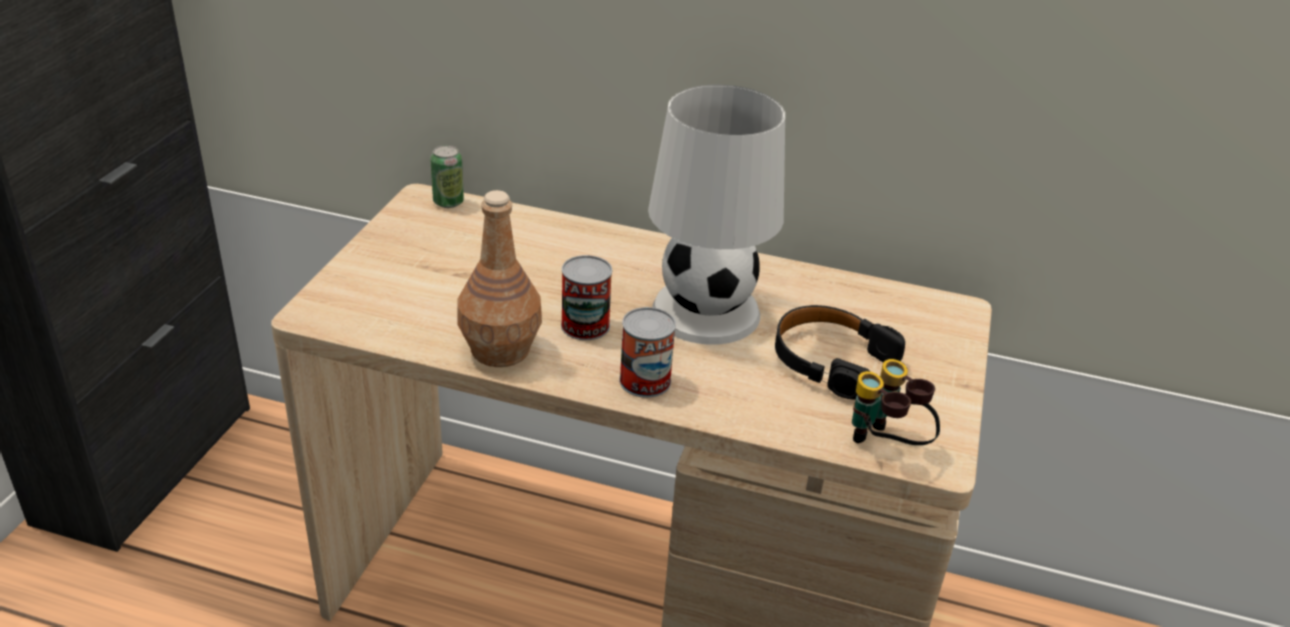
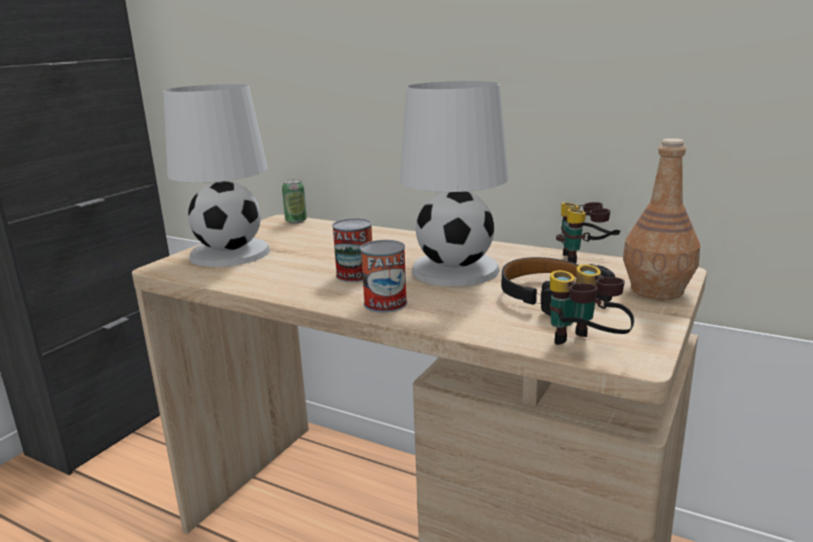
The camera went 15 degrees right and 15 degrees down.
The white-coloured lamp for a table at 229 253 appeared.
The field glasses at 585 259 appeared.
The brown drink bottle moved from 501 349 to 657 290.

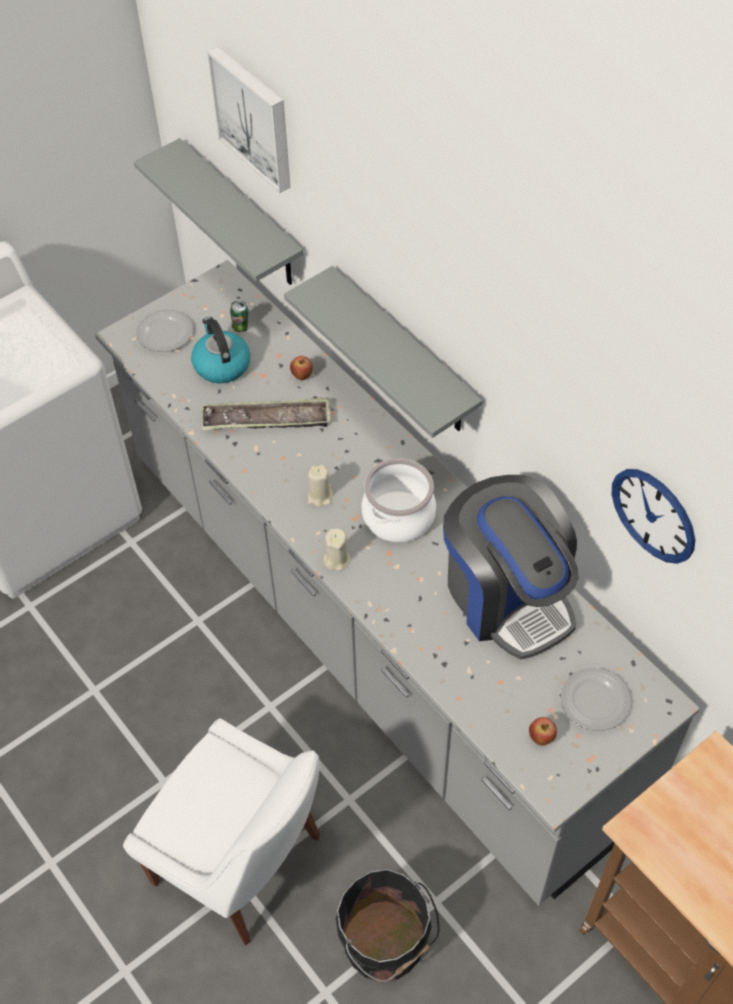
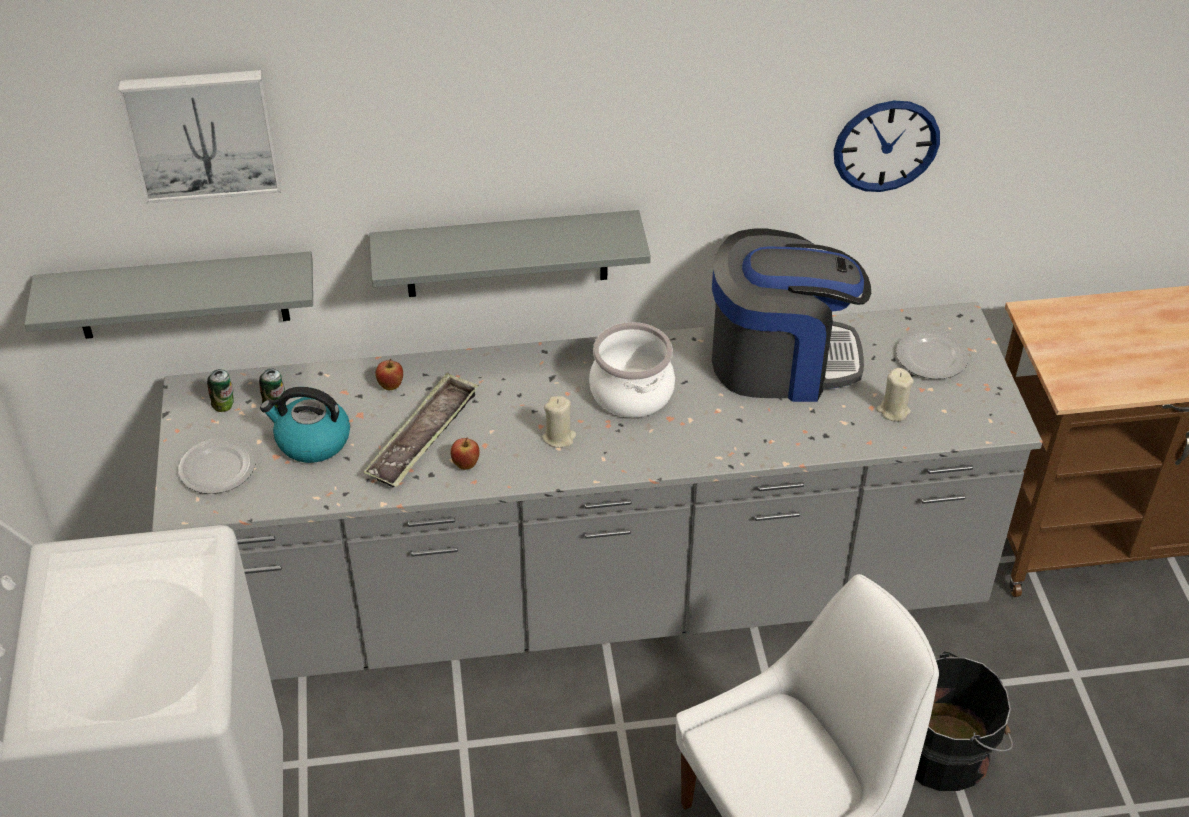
The camera went 60 degrees left and 10 degrees down.
The sealed can at 224 405 appeared.
The beige-coloured wax candle moved from 336 559 to 893 411.
The whole apple moved from 541 738 to 466 465.

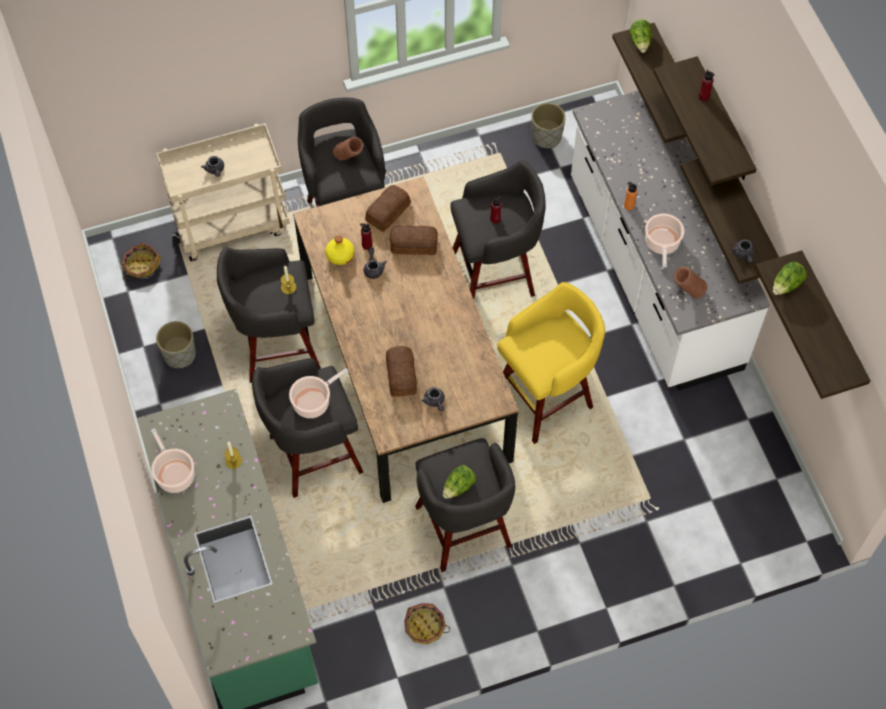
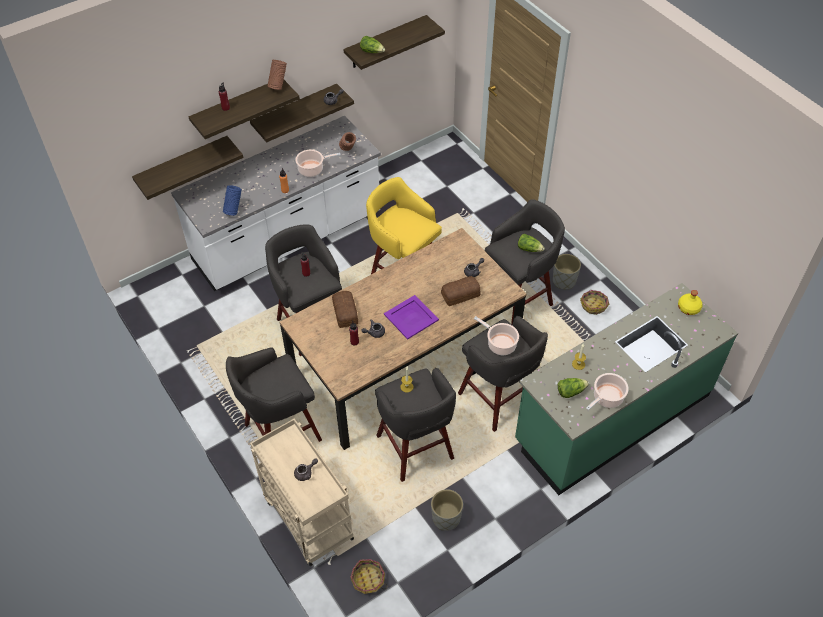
The camera went 105 degrees left and 10 degrees down.
The baked bread at 386 212 disappeared.
The bluish vase at 234 210 appeared.
The purple-coloured carrying tray at 410 317 appeared.
The yellowish drink bottle moved from 340 255 to 688 308.
The brown vase moved from 349 159 to 278 86.
The gray plant pot moved from 546 137 to 564 281.
The lettuce head moved from 640 42 to 570 391.

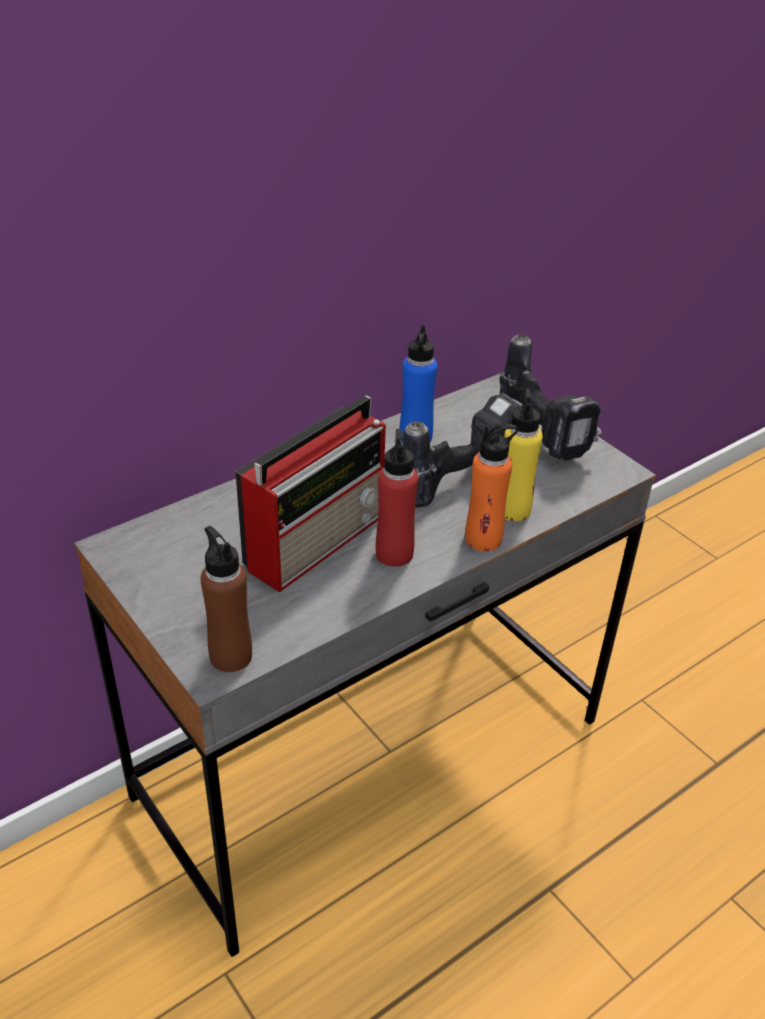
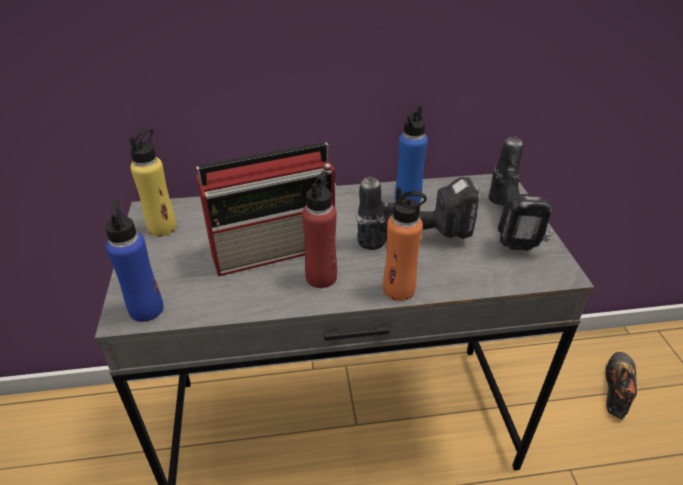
The camera went 30 degrees right and 0 degrees up.
The item of footwear at 618 389 appeared.
The yellowish drink bottle moved from 513 509 to 162 227.
The brown drink bottle at 231 656 became the bluish drink bottle at 146 309.

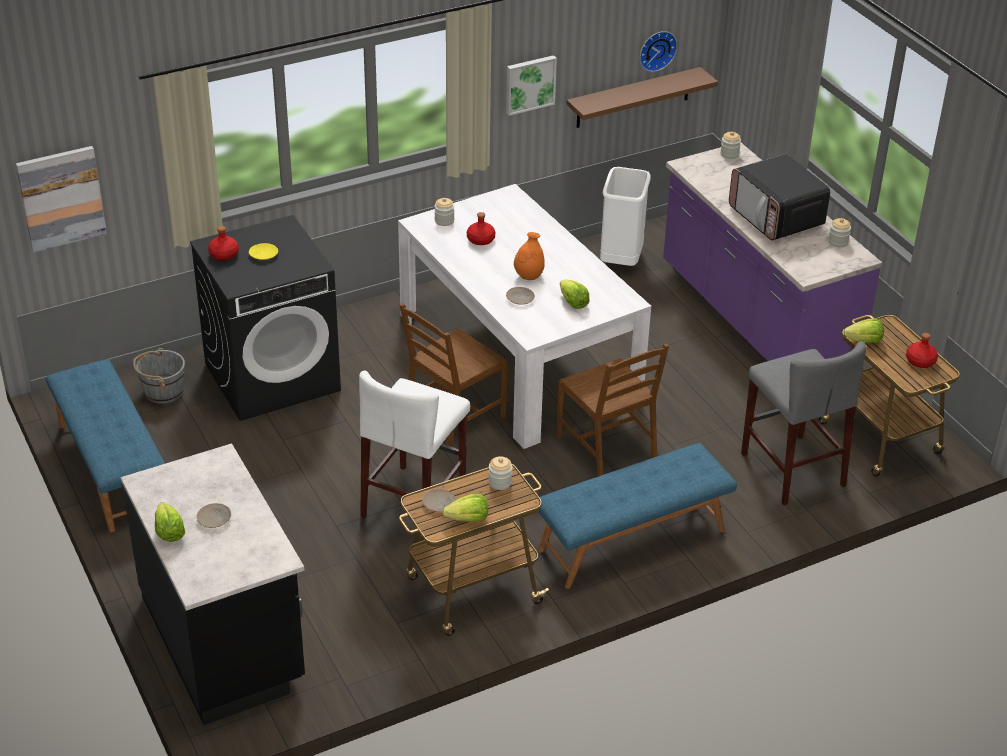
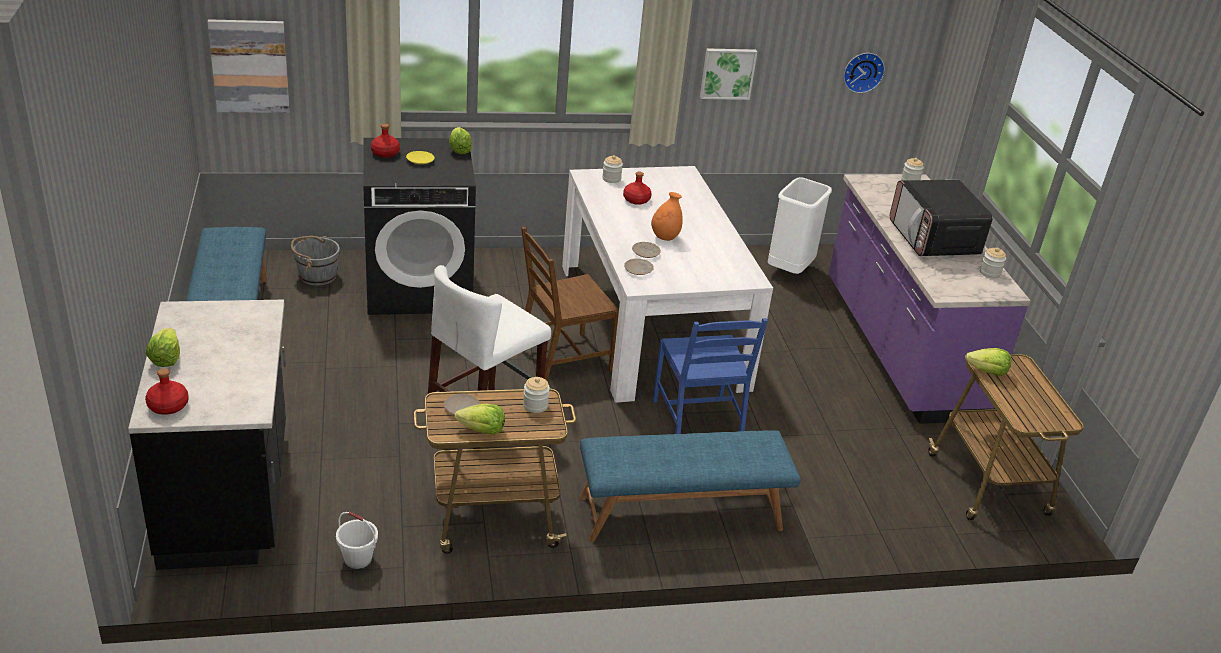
The camera went 15 degrees right and 5 degrees down.
The brown wall shelf at 633 98 disappeared.
The gray sitting stool at 792 469 disappeared.
The white-coloured water bucket at 358 558 appeared.
The beige-coloured plate moved from 214 519 to 638 270.
The lettuce head moved from 573 303 to 459 149.
The reddish drink bottle moved from 920 361 to 167 406.
The brown plain chair at 608 448 became the bluish plain chair at 698 422.

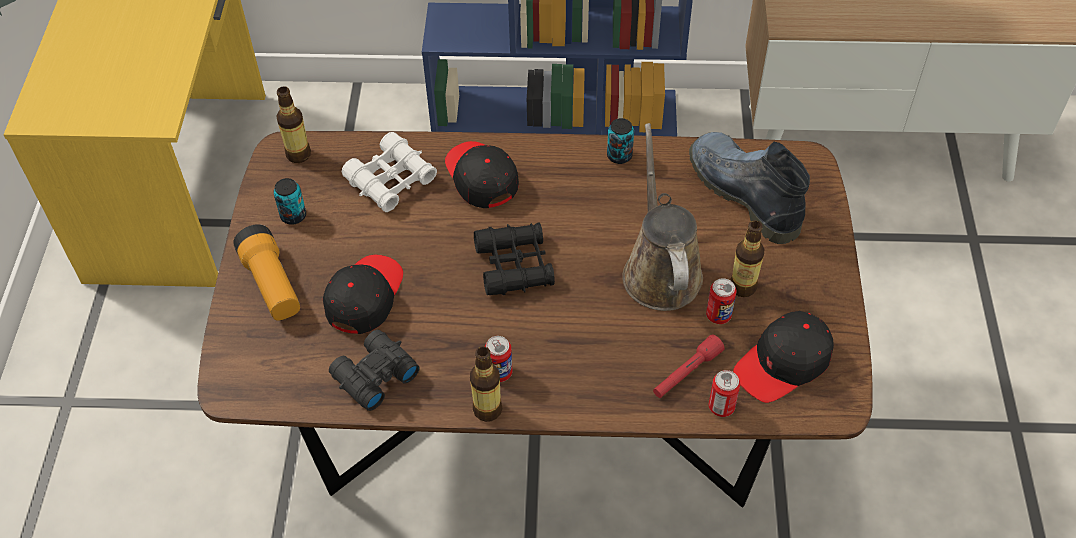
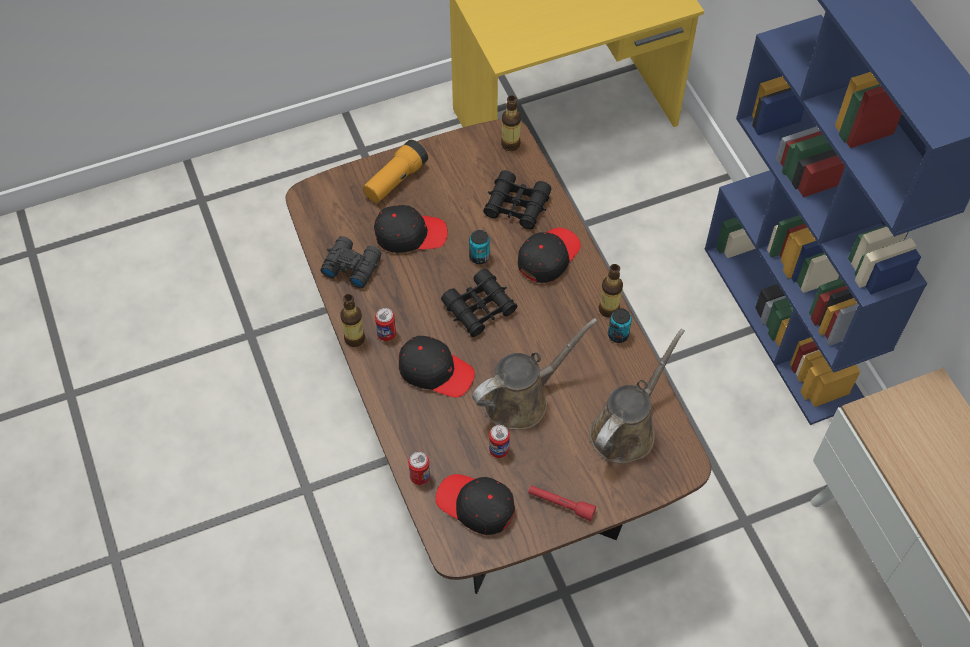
The camera went 65 degrees right and 5 degrees up.
The blackish peaked cap at 435 371 appeared.
The sealed can moved from 293 216 to 479 257.
The reddish hand torch moved from 686 373 to 561 504.
The drink bottle moved from 743 287 to 608 309.
The high-top boot at 742 192 was replaced by the brown watering can at 626 429.
The white-coloured field glasses at 391 180 became the blackish field glasses at 517 206.

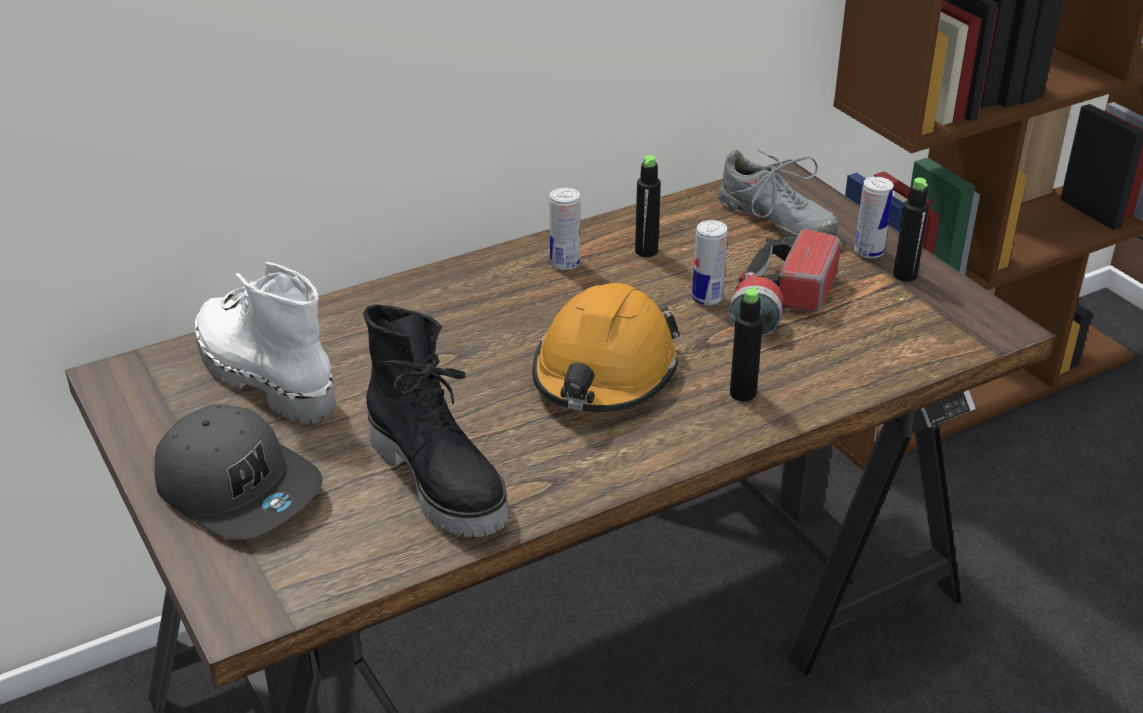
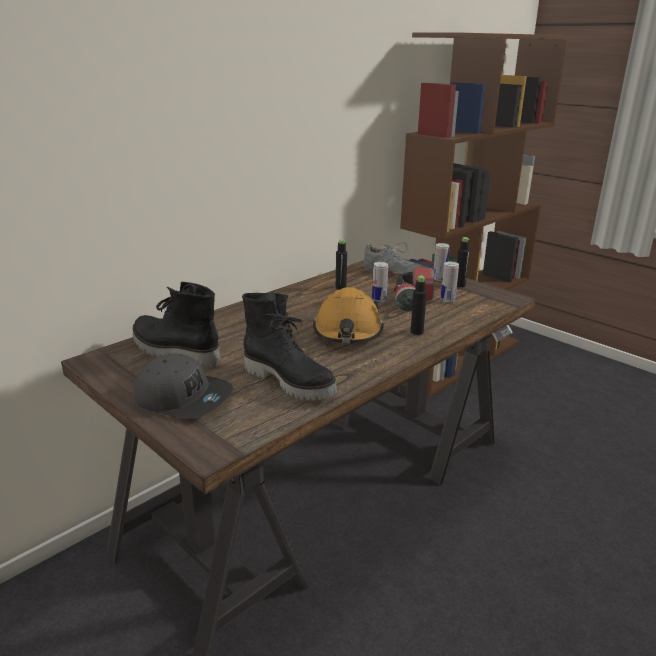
The camera went 15 degrees left and 10 degrees down.
The sealed can moved from 565 264 to 447 300.
The white-coloured high-top boot at 261 378 became the blackish high-top boot at 174 352.

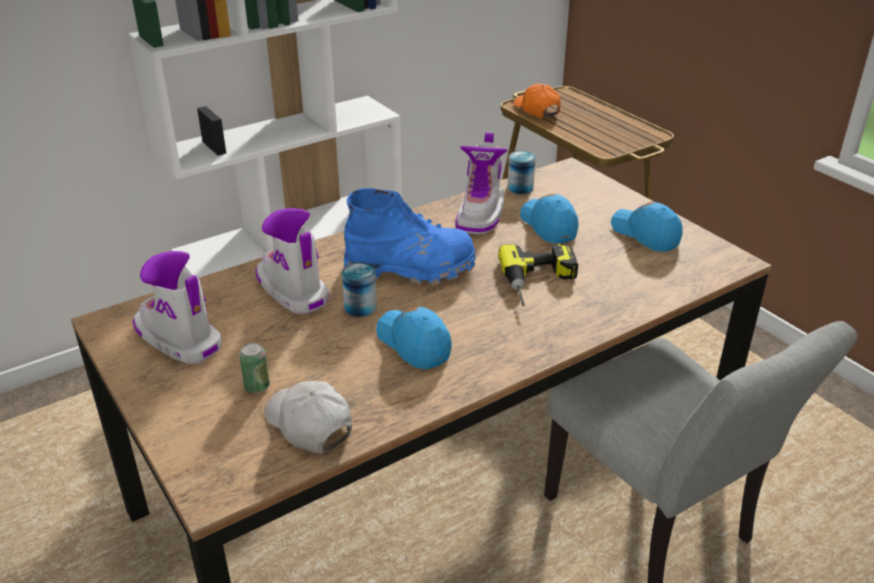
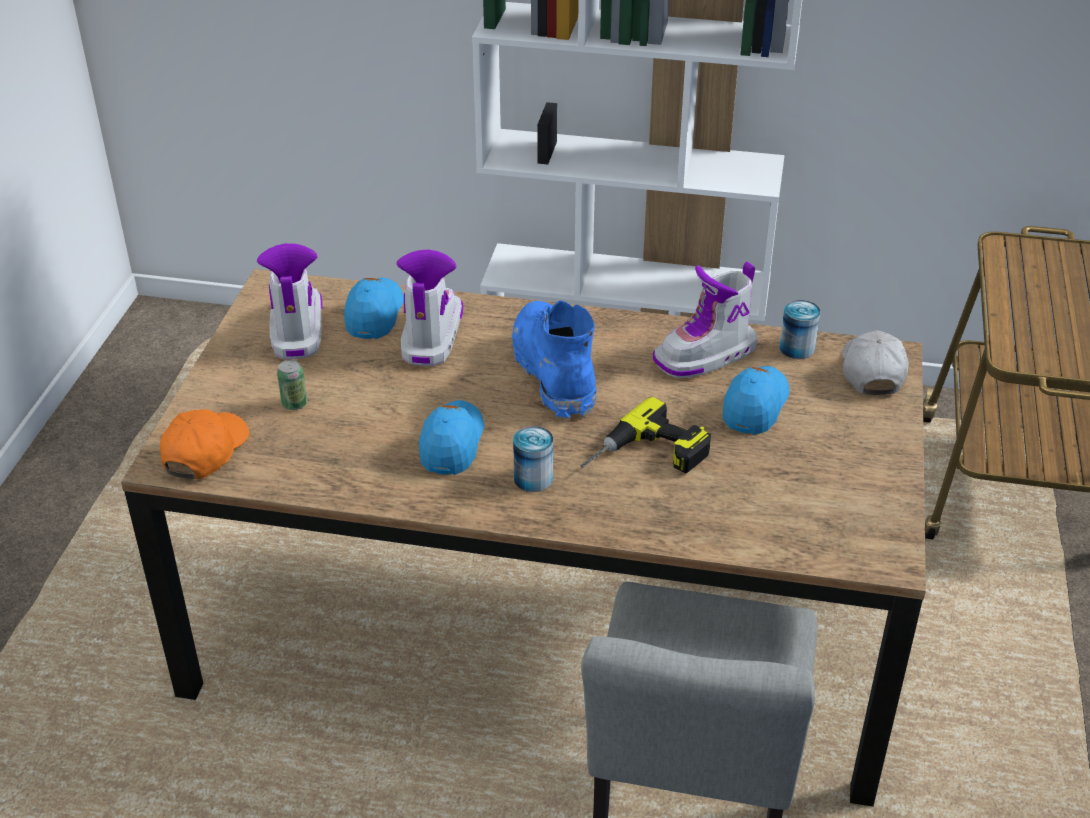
The camera went 45 degrees right and 5 degrees up.
The white-coloured peaked cap moved from 309 424 to 871 371.
The sealed can moved from 360 307 to 533 478.
The orange-coloured peaked cap moved from 536 109 to 205 451.
The bluish peaked cap moved from 645 234 to 374 314.
The bluish high-top boot at 410 268 turned 150 degrees counterclockwise.

